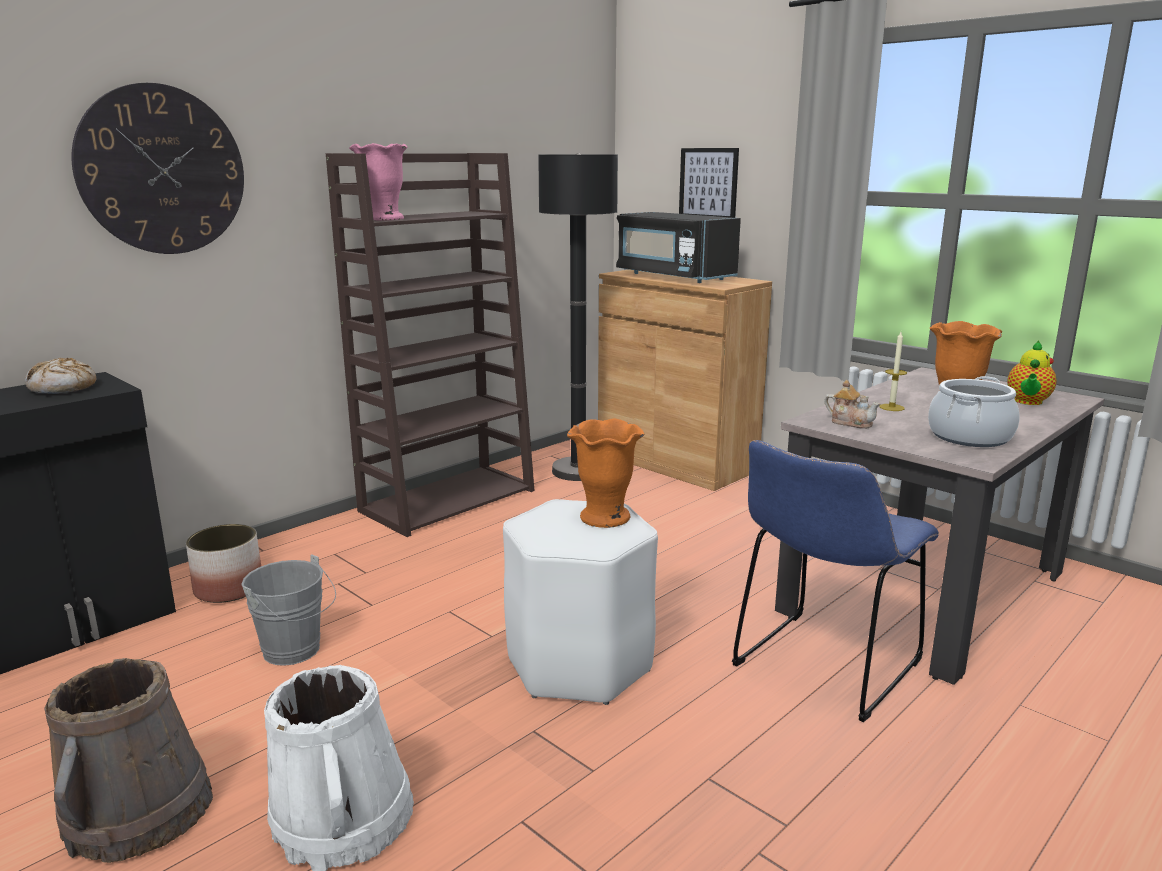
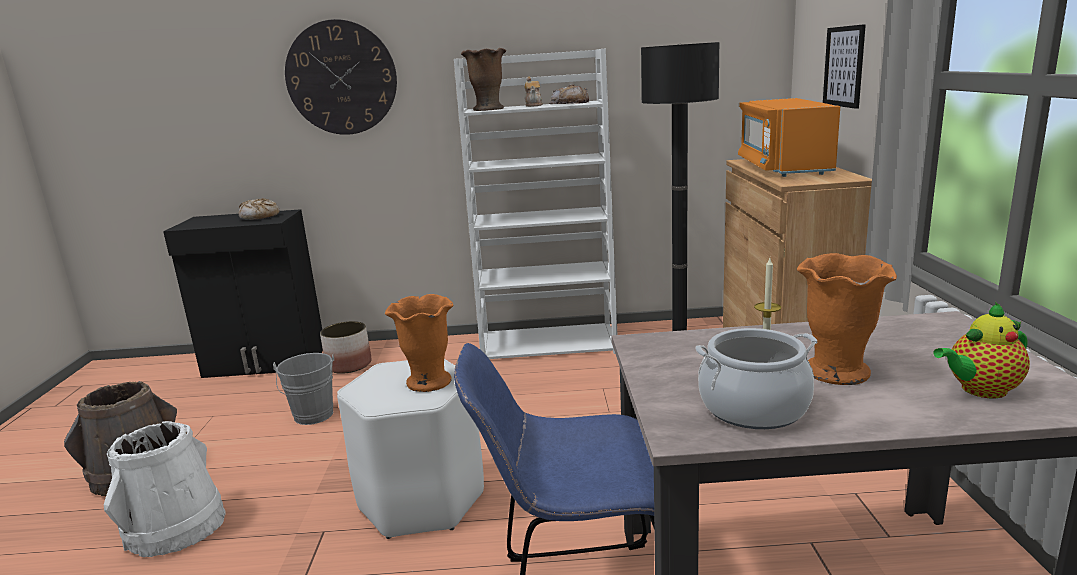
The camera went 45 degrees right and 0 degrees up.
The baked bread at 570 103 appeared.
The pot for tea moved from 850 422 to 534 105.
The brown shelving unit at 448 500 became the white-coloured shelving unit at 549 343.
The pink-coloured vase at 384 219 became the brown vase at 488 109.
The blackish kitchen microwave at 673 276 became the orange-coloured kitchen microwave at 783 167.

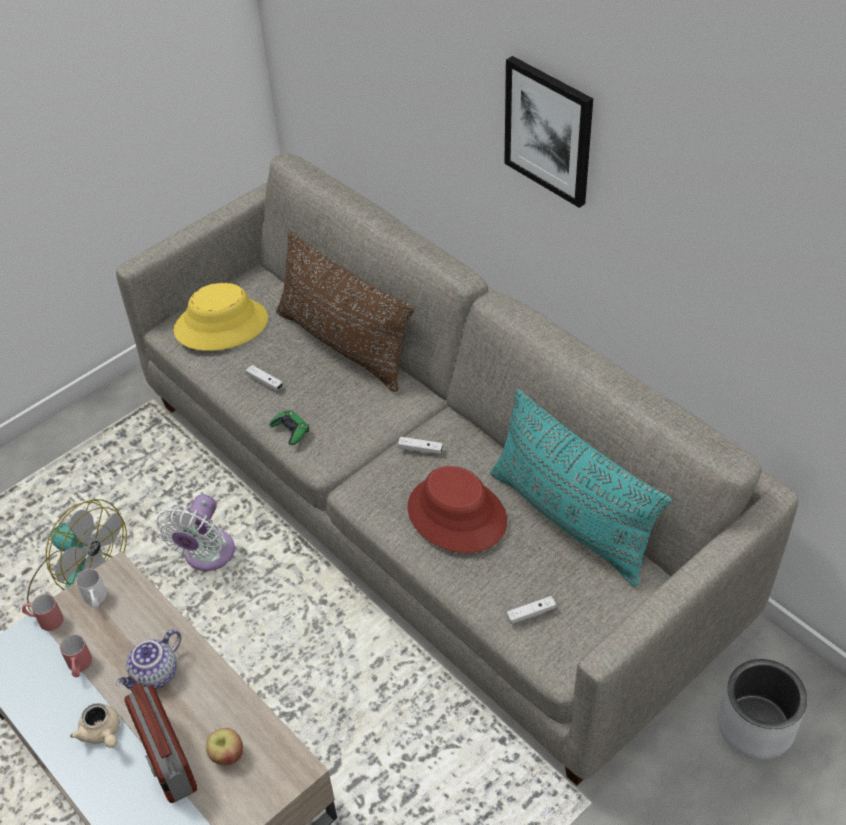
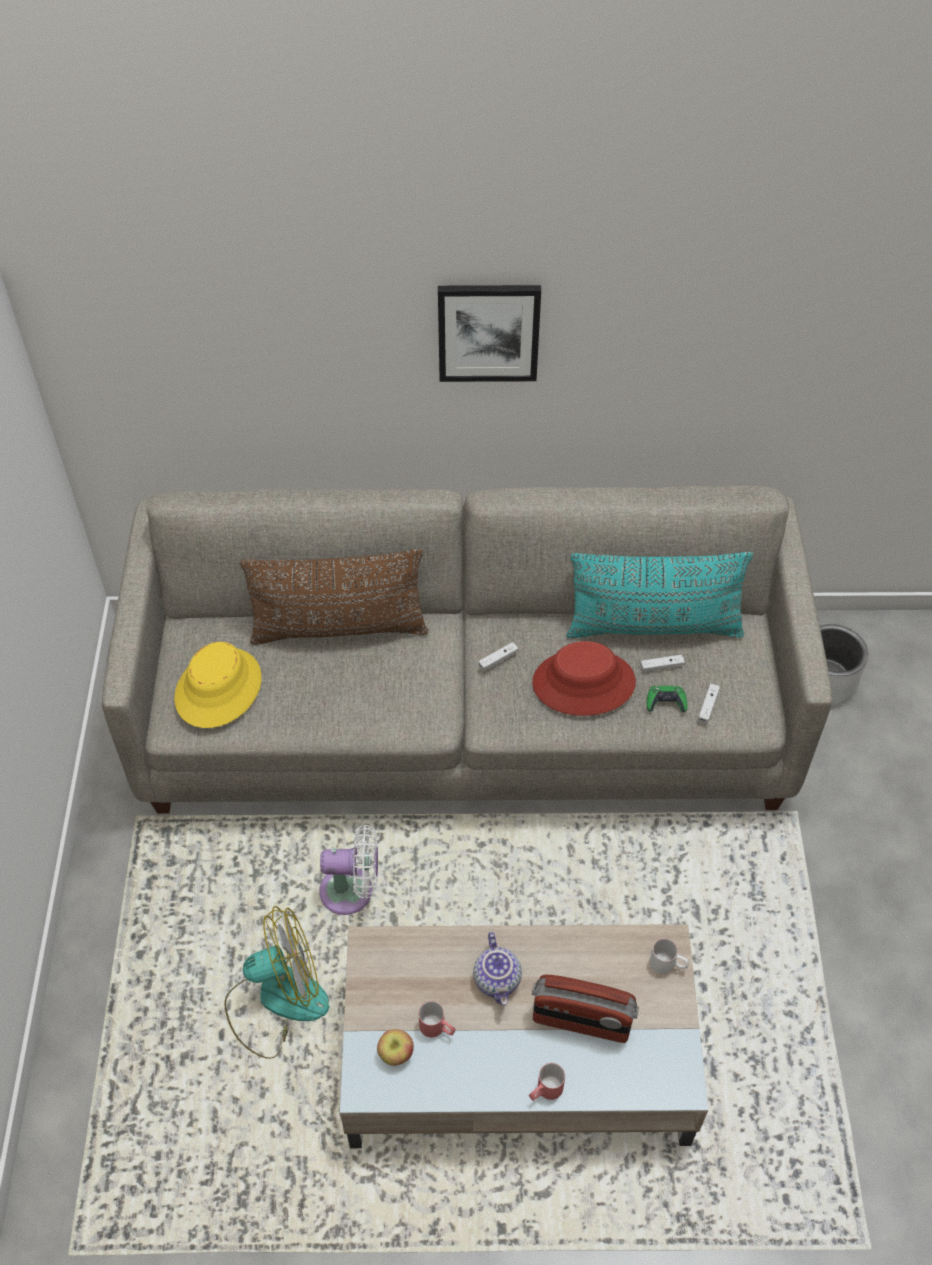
The camera went 50 degrees left and 5 degrees up.
The beige-coloured pot for tea at 102 733 disappeared.
The reddish tea mug moved from 45 620 to 545 1091.
The white-coloured tea mug moved from 96 600 to 668 965.
The whole apple moved from 227 755 to 396 1053.
The white-coloured game controller moved from 265 382 to 661 666.
The green game controller moved from 290 430 to 666 702.
The white-coloured electric fan at 207 556 turned 60 degrees counterclockwise.

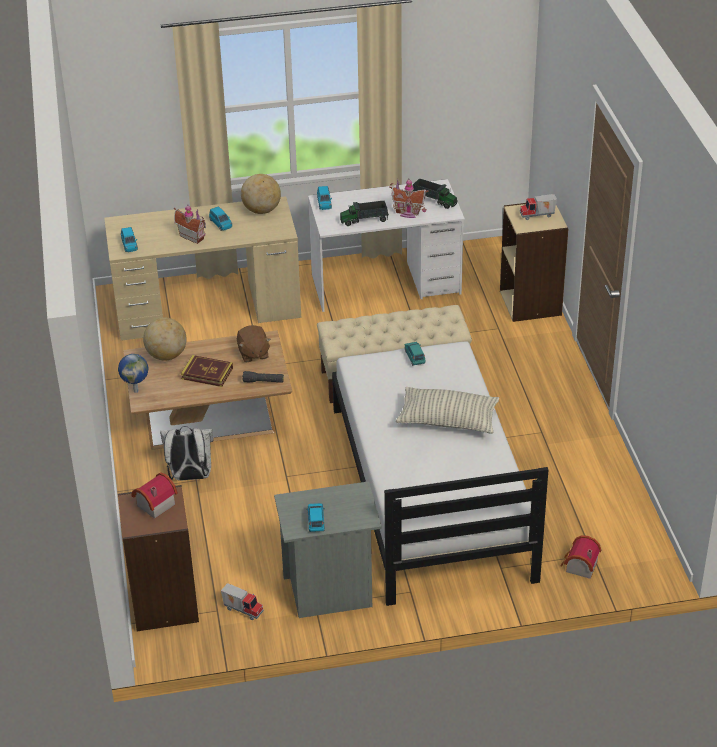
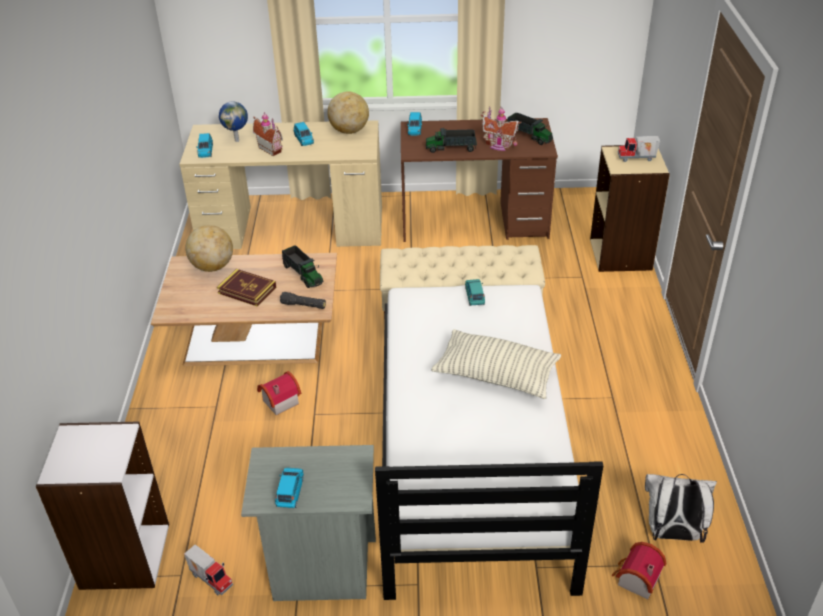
The camera went 10 degrees right and 0 degrees up.
The globe moved from 136 390 to 237 140.
The miniature house moved from 153 504 to 278 401.
The white-coloured backpack moved from 190 477 to 672 534.
The brown soft toy at 253 353 was replaced by the model truck at 303 274.
The brown shelving unit at 163 603 became the white-coloured shelving unit at 124 556.
The white-coloured desk at 386 284 became the brown desk at 474 222.

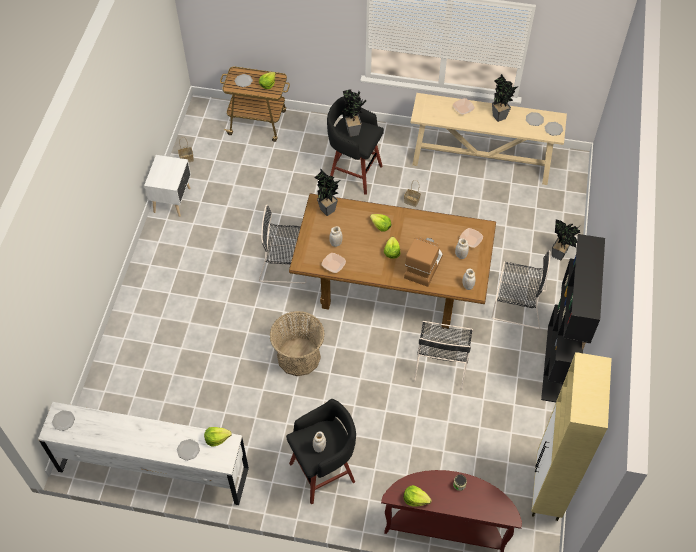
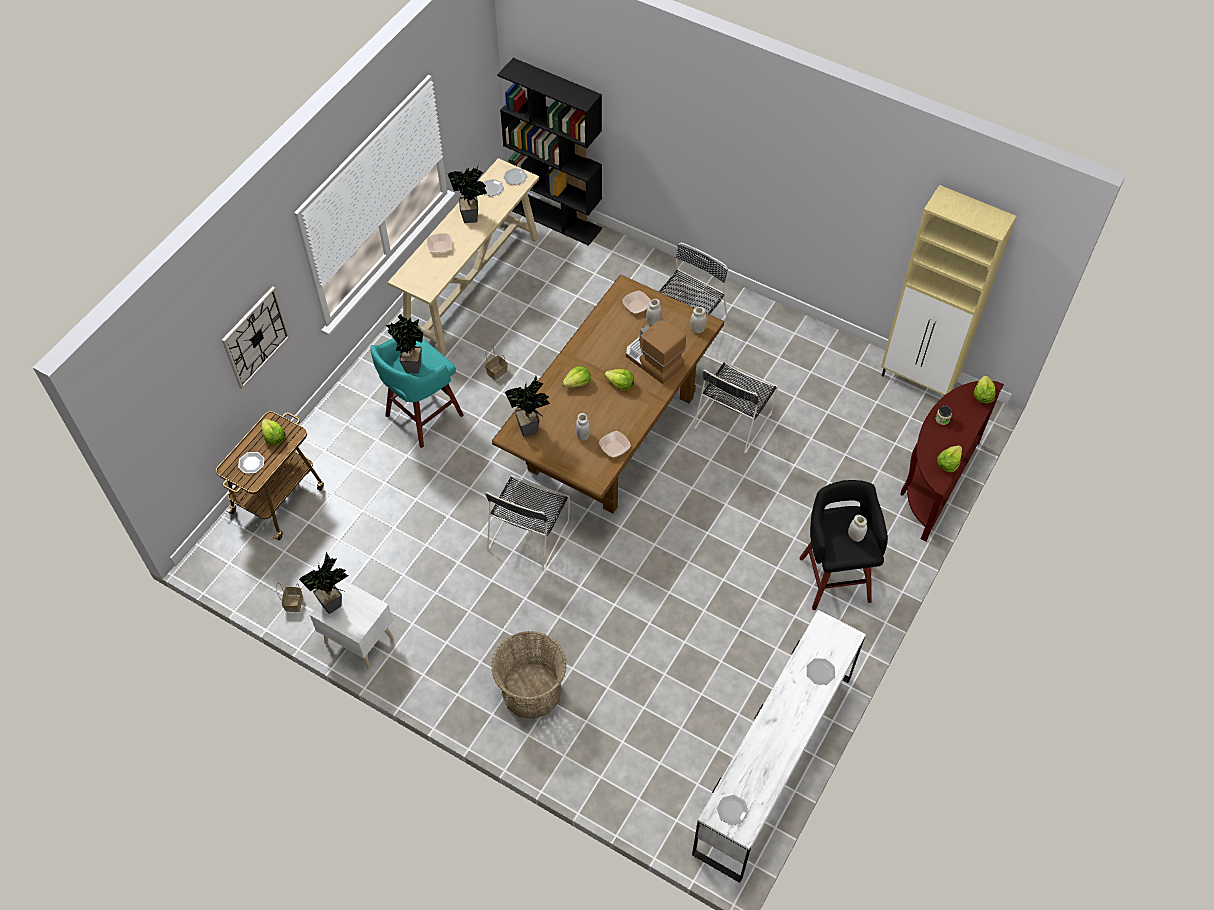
The camera went 70 degrees left and 0 degrees up.
The hanging clock at 255 337 appeared.
The lettuce head moved from 217 438 to 982 395.
The storage basket moved from 299 356 to 531 690.
The blackish shelving unit moved from 557 364 to 556 219.
The potted plant moved from 560 257 to 335 604.
The blackish sitting stool at 354 172 became the blue-green sitting stool at 422 417.
The blackish plain chair at 441 362 turned 90 degrees clockwise.

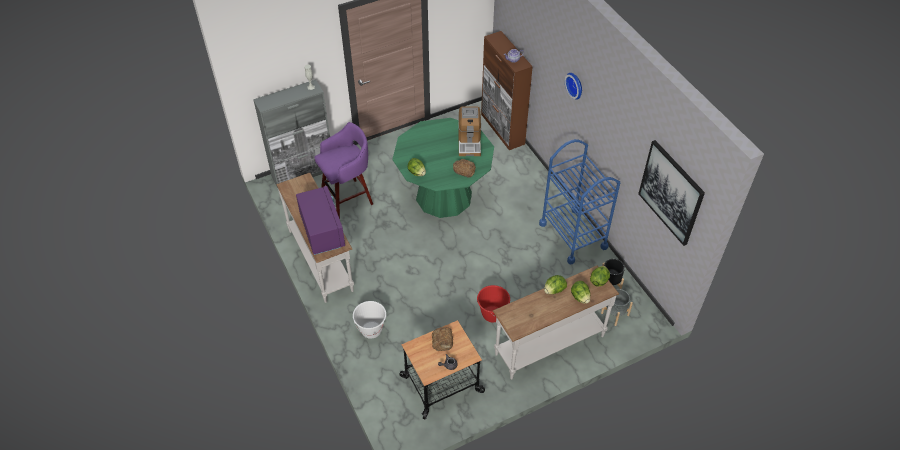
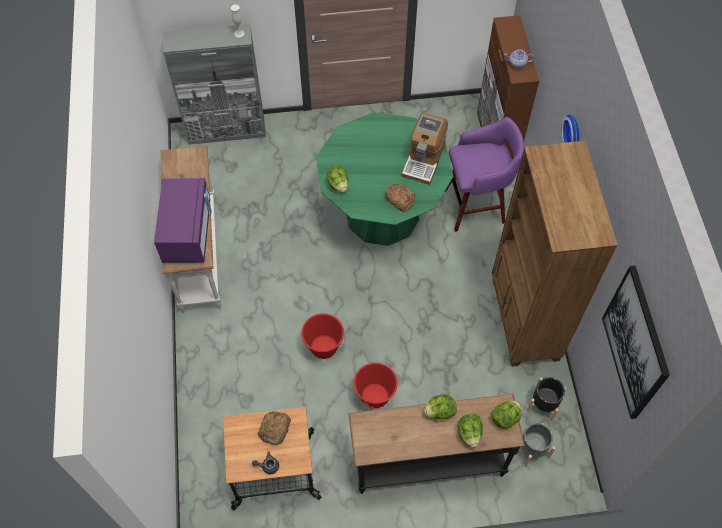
The camera went 20 degrees right and 10 degrees up.
The white-coloured water bucket at 371 330 disappeared.
The reddish water bucket at 323 347 appeared.
The purple-coloured sitting stool moved from 348 198 to 476 206.
The bluish cart at 573 235 was replaced by the brown shelving unit at 524 320.
The white-coloured narrow table at 549 344 became the blackish narrow table at 428 462.

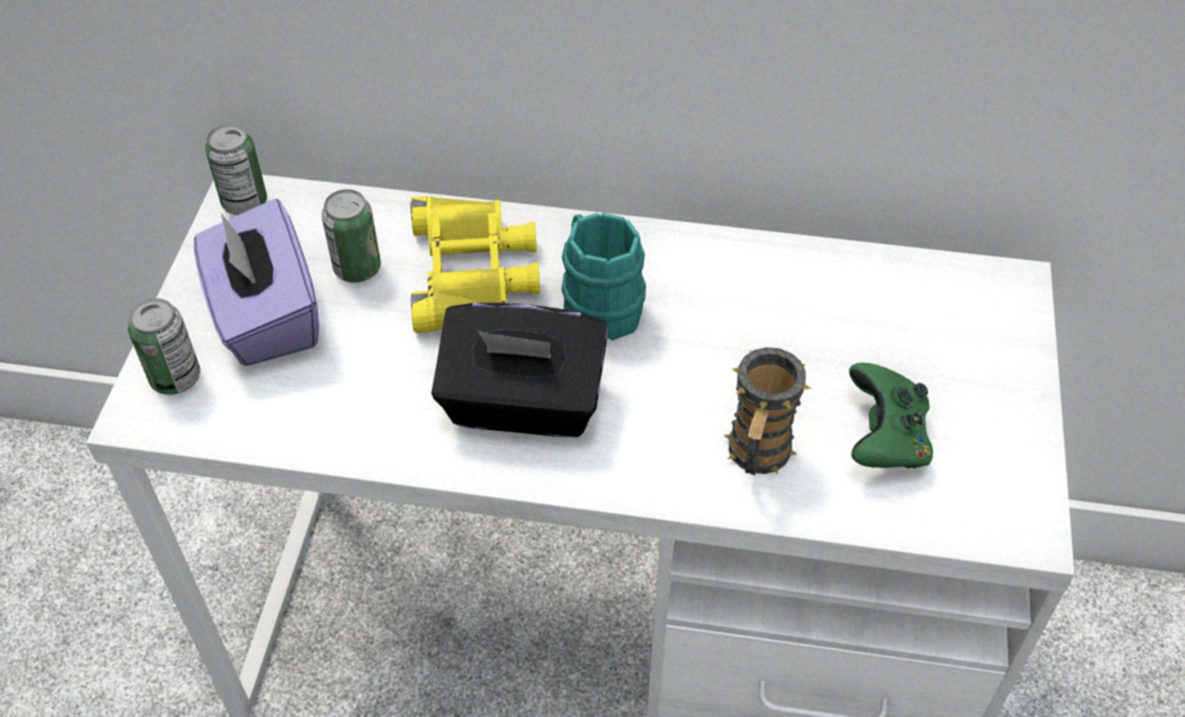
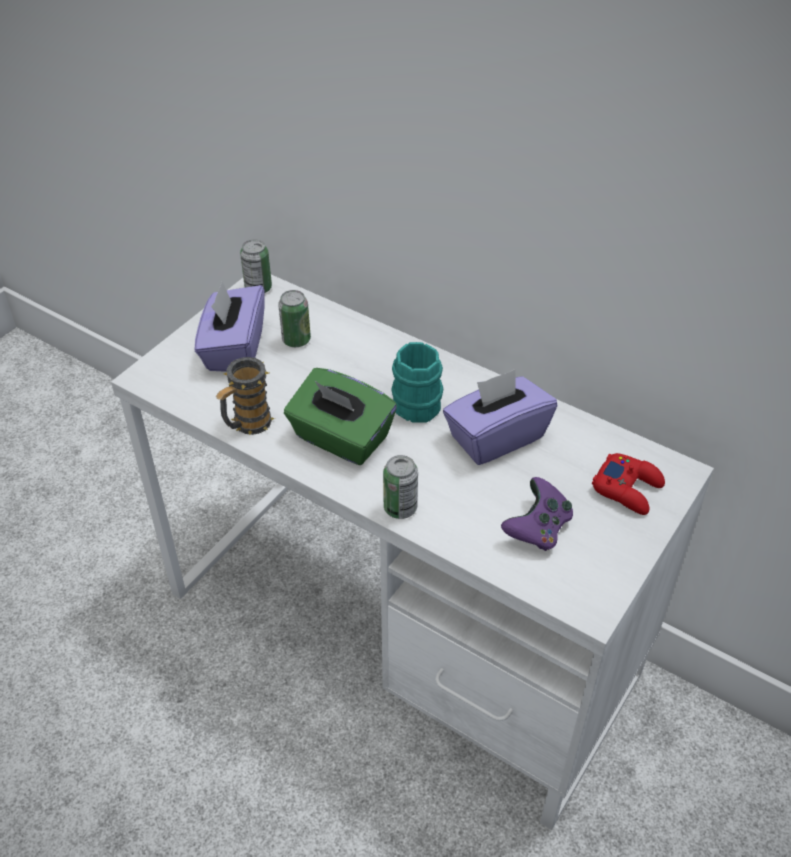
The camera went 25 degrees right and 5 degrees down.
The yellowish field glasses at 473 273 disappeared.
The purple-coloured box of tissues at 496 437 appeared.
The reddish game controller at 628 488 appeared.
The sealed can moved from 175 378 to 400 508.
The tea mug moved from 756 458 to 247 425.
The blackish box of tissues at 522 404 became the green box of tissues at 340 438.
The green game controller at 885 439 became the purple-coloured game controller at 537 529.

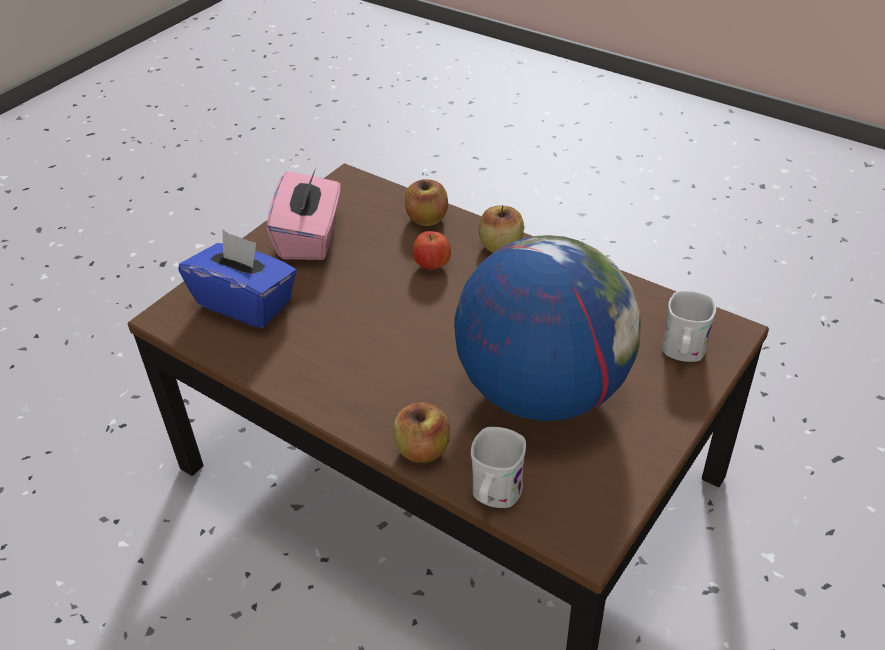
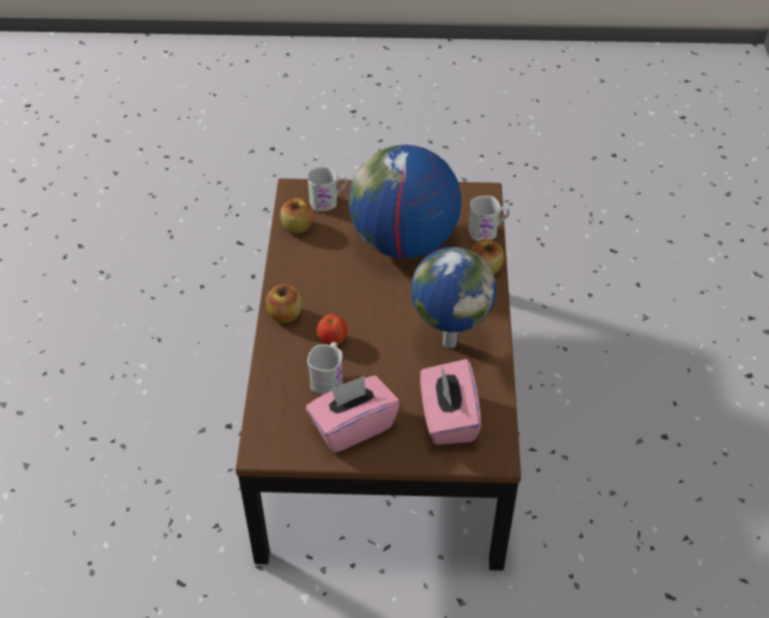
The camera went 125 degrees left and 5 degrees up.
The white-coloured tea mug at 328 378 appeared.
The globe at 448 342 appeared.
The whole apple moved from 427 219 to 297 227.
The bluish box of tissues at 246 303 became the pink-coloured box of tissues at 447 418.

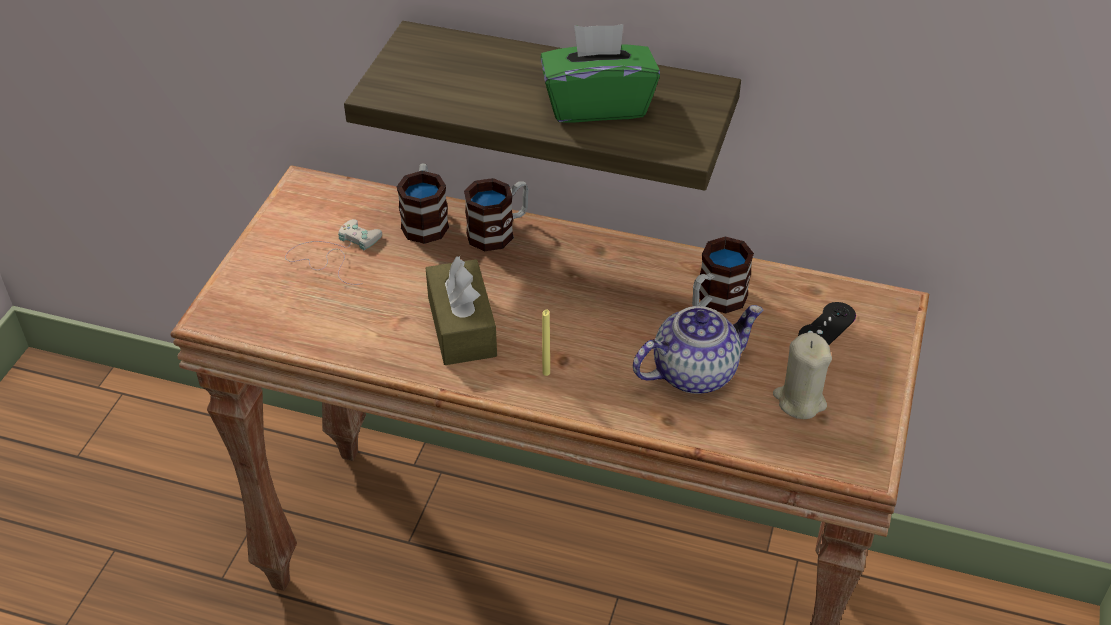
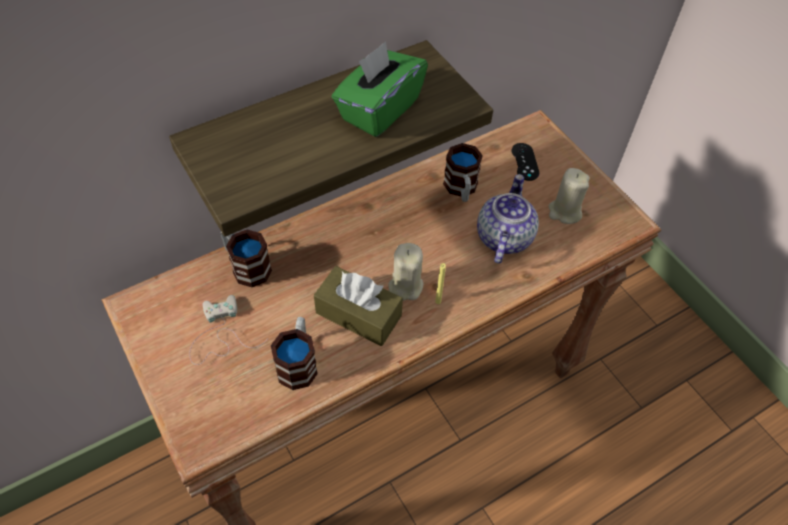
The camera went 50 degrees left and 10 degrees up.
The beige-coloured wax candle at 405 286 appeared.
The tea mug moved from 499 231 to 298 362.

